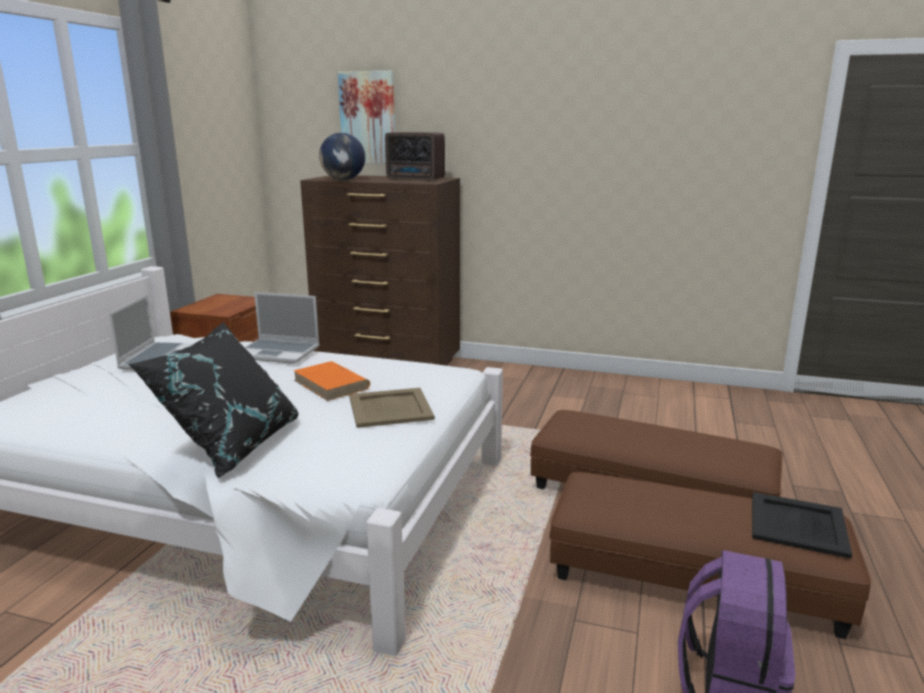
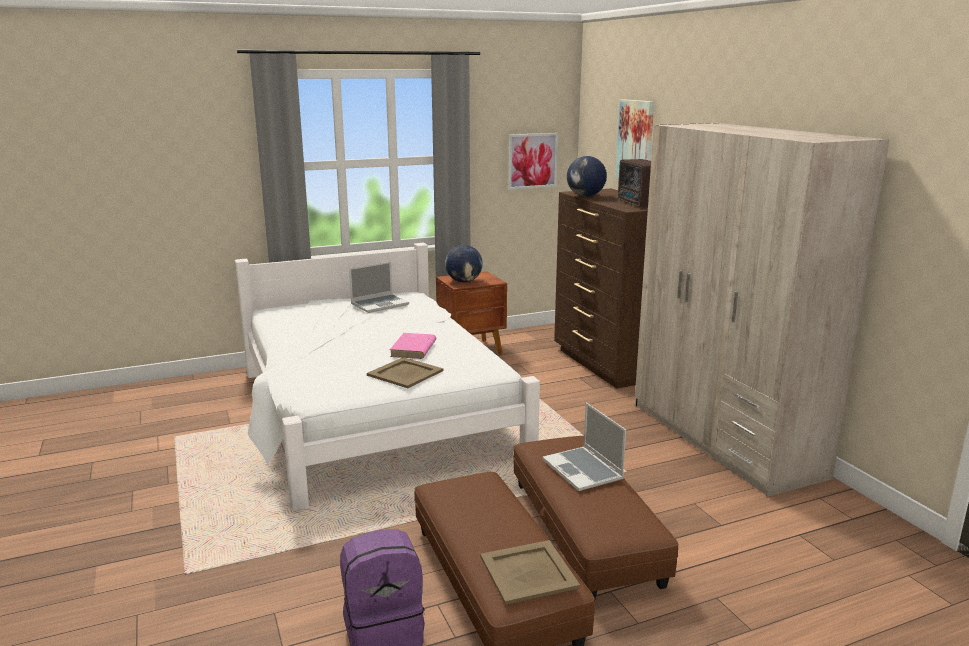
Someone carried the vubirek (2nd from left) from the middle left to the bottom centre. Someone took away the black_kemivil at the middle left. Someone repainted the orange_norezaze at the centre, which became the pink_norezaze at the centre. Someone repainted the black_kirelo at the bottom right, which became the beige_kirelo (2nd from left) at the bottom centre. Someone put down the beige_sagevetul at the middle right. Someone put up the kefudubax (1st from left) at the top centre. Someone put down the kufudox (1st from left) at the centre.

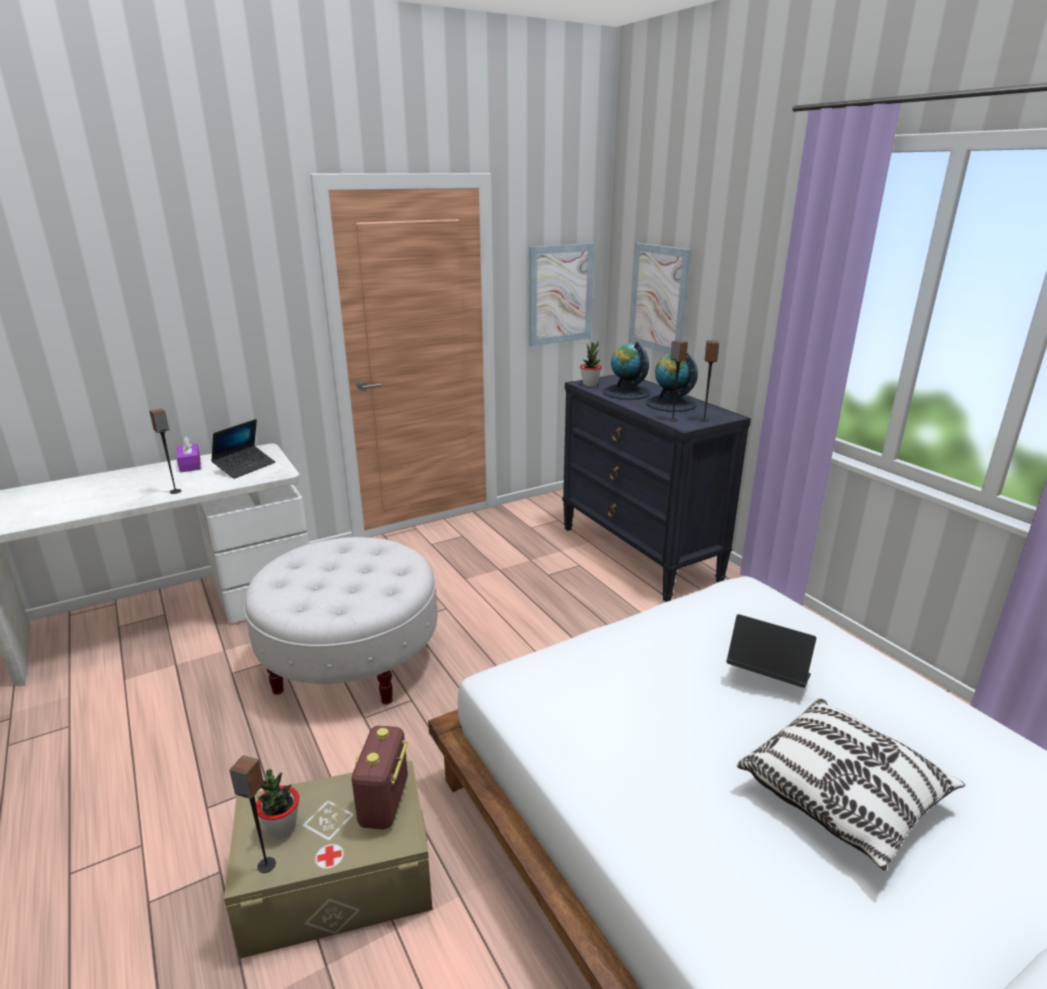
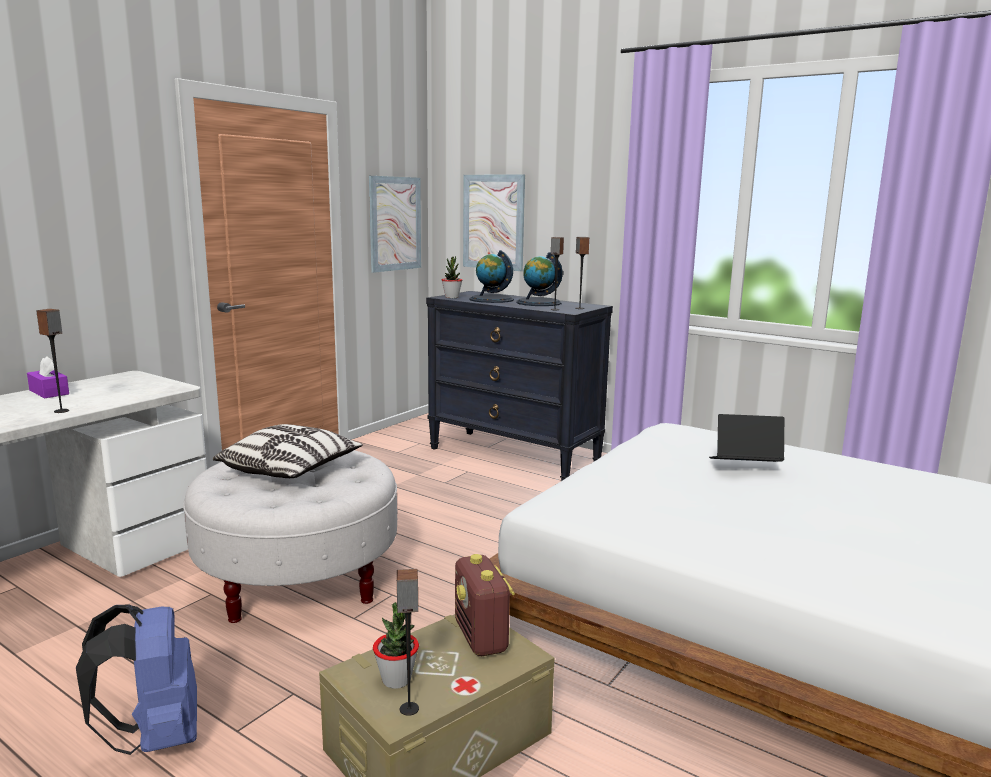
Someone took away the vubirek (1st from left) at the middle left. Someone carried the kemivil from the bottom right to the middle left. Someone put down the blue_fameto at the bottom left.

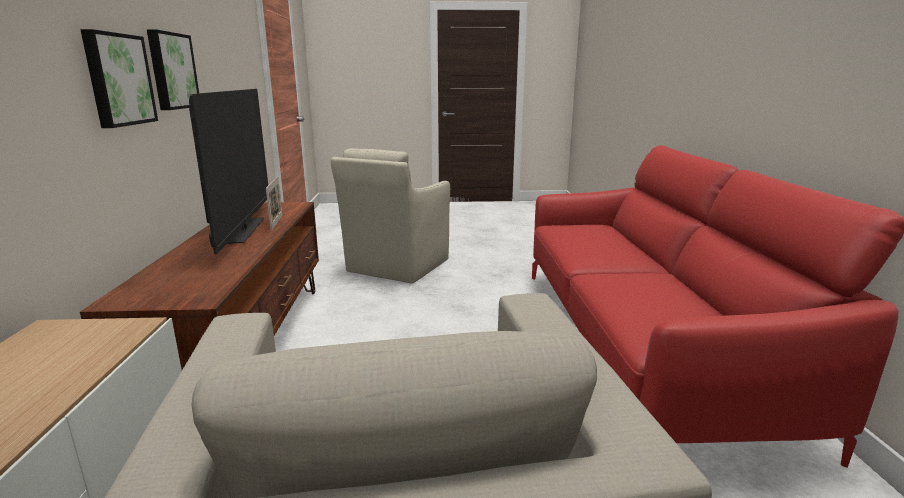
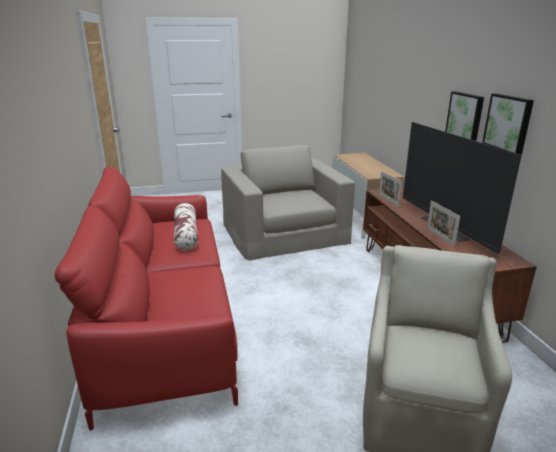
Someone put down the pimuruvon (1st from left) at the middle right. Someone put down the kemivil at the centre.

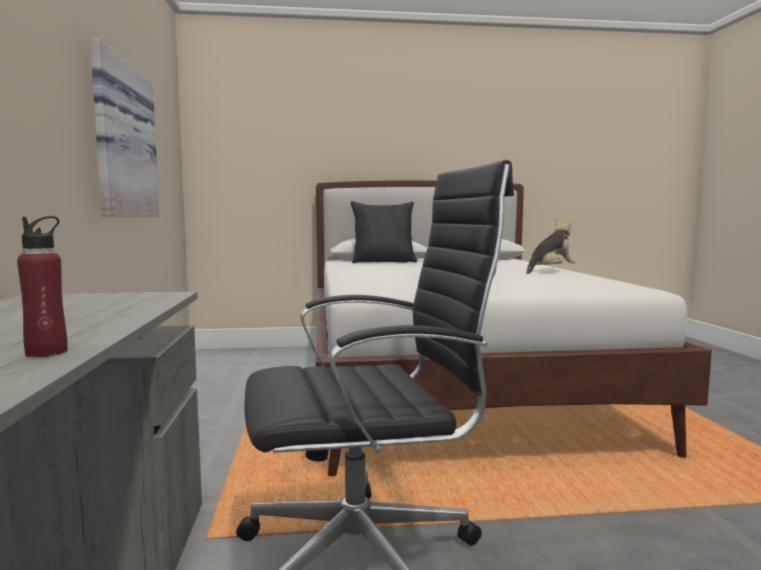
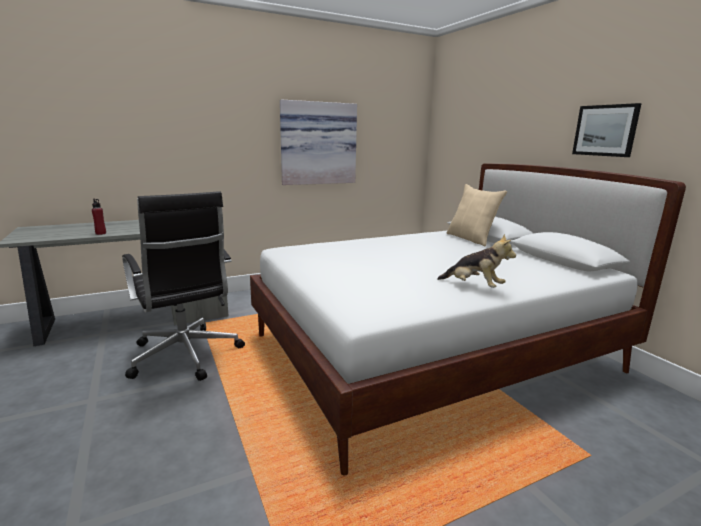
Someone repainted the black_kemivil at the centre, which became the beige_kemivil at the middle right. Someone put up the kefudubax (2nd from left) at the top right.

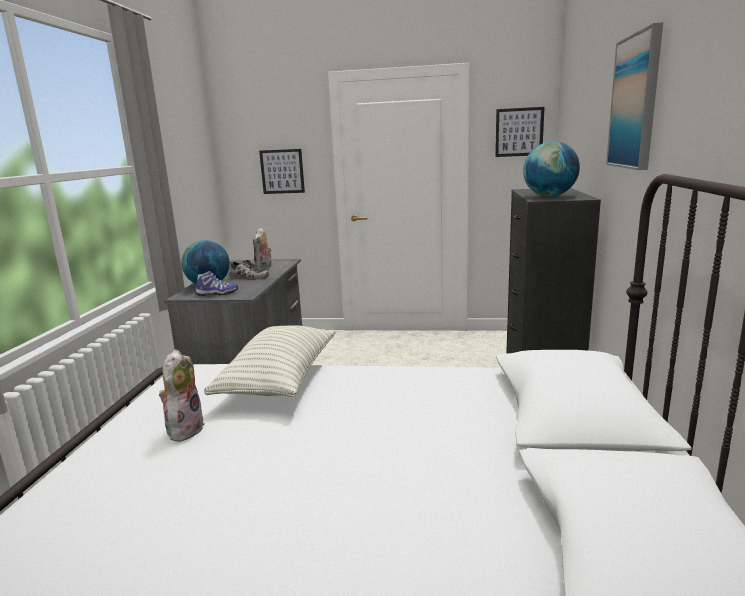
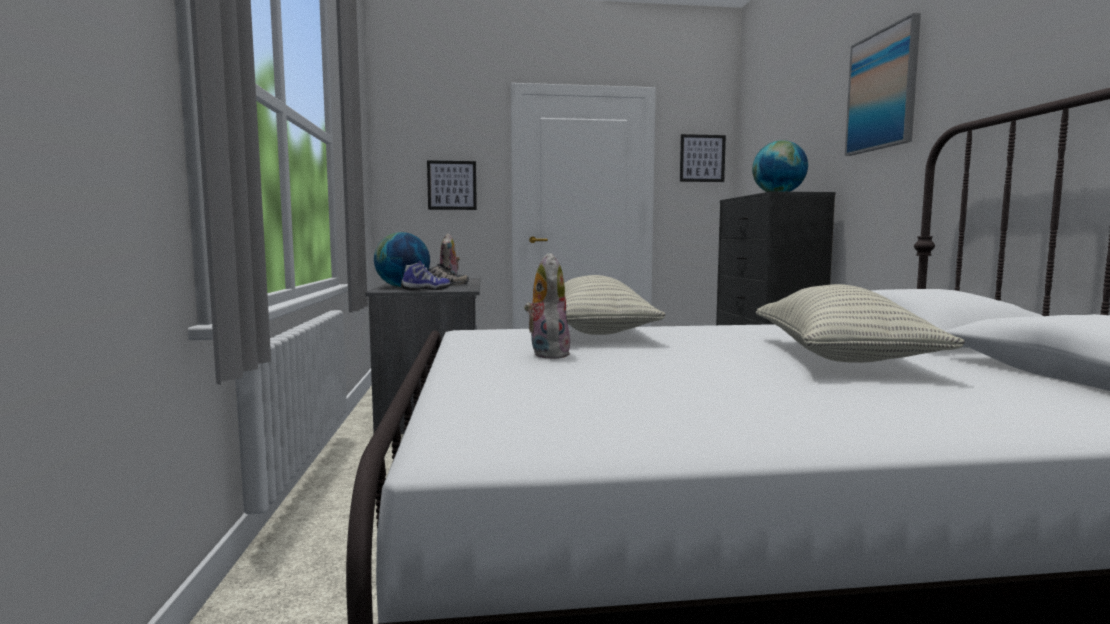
Someone put down the kemivil (2nd from left) at the middle right.

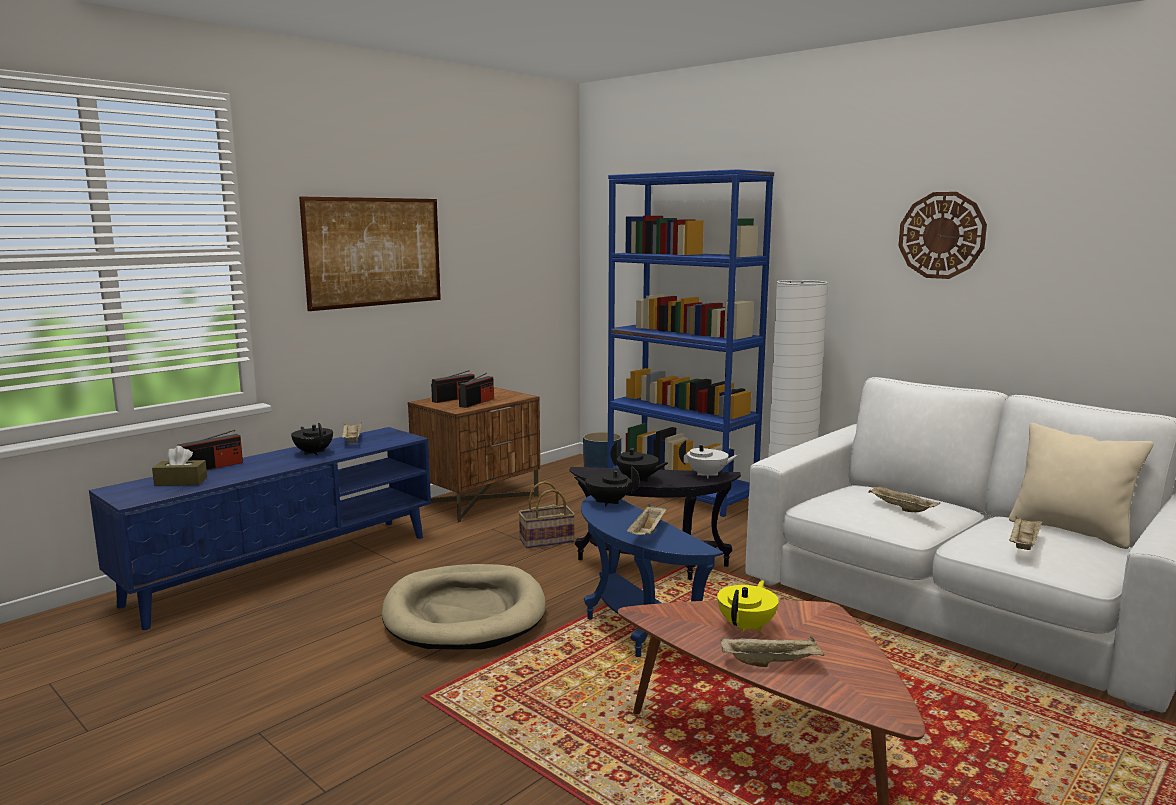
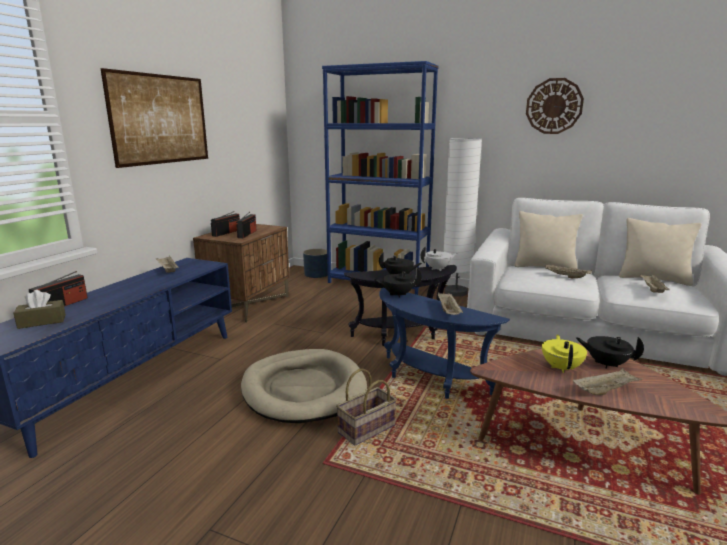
Someone carried the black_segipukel (1st from left in the first image) from the middle left to the middle right. Someone carried the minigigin from the centre to the bottom centre. Someone put down the beige_kemivil (1st from left) at the middle right.

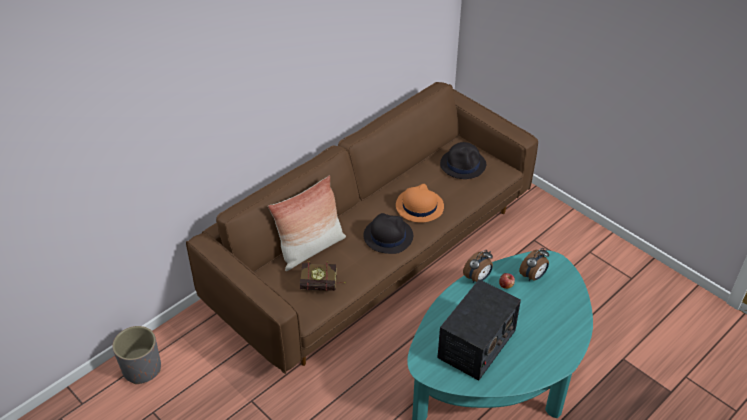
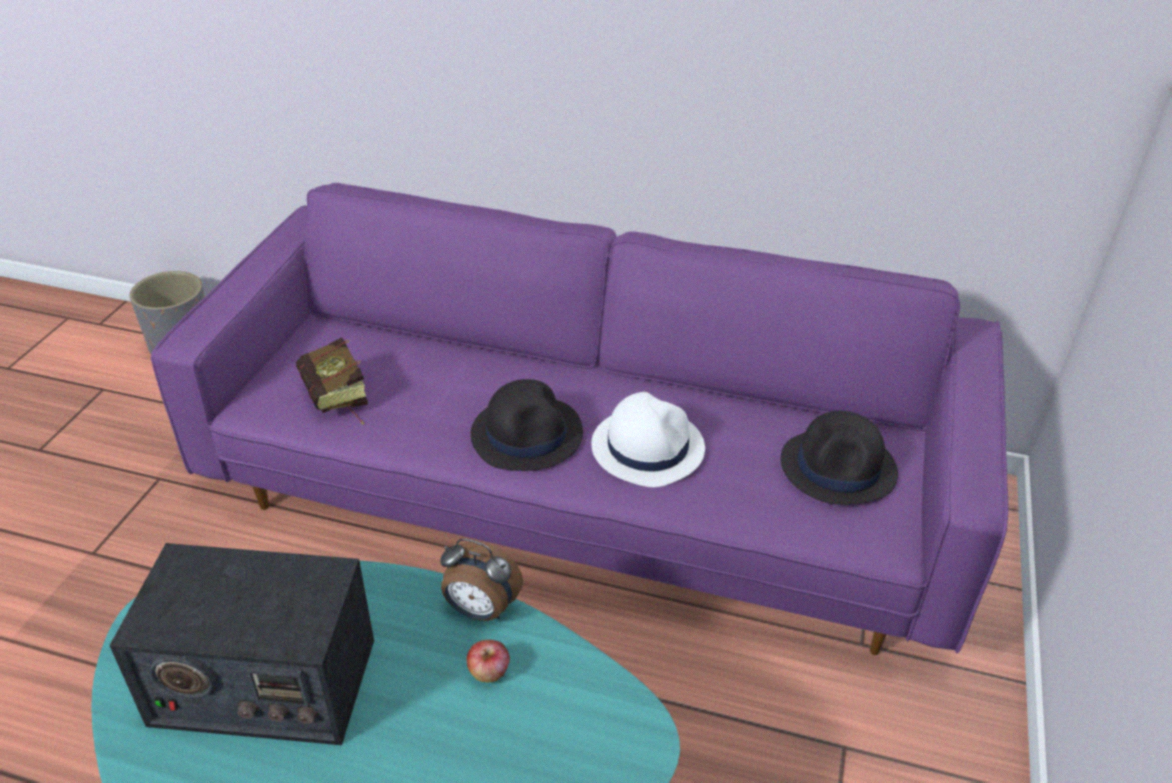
Someone repainted the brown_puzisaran at the centre, which became the purple_puzisaran at the centre. Someone took away the kemivil at the centre. Someone repainted the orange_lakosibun at the centre, which became the white_lakosibun at the centre. Someone took away the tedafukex (2nd from left) at the middle right.

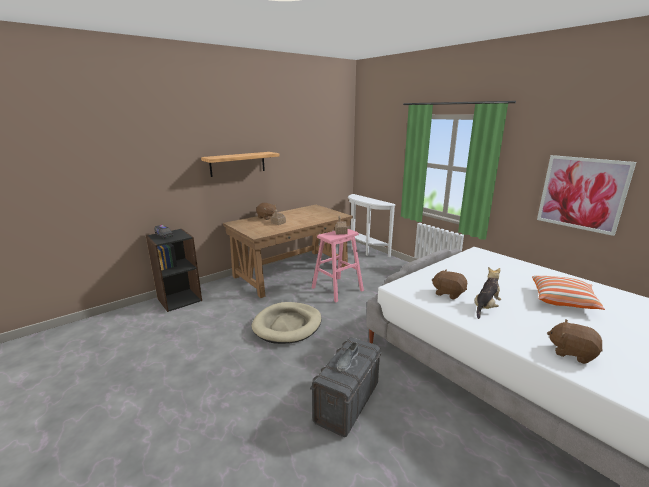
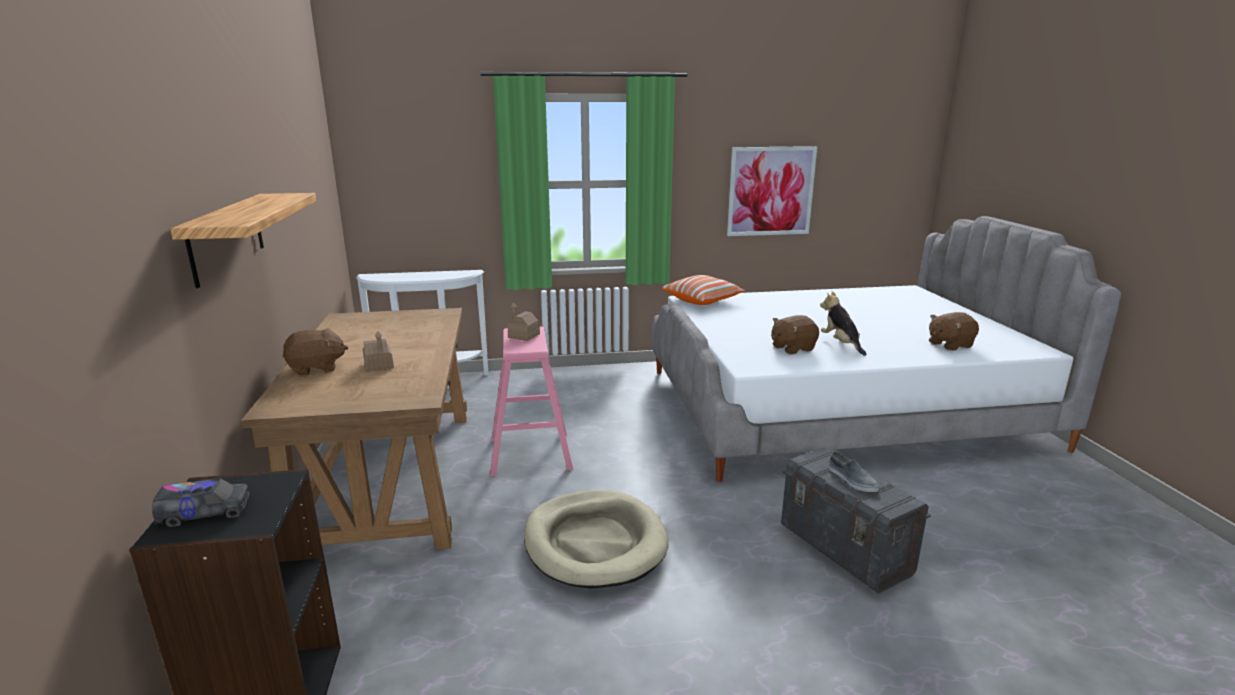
Someone carried the kemivil from the middle right to the centre.

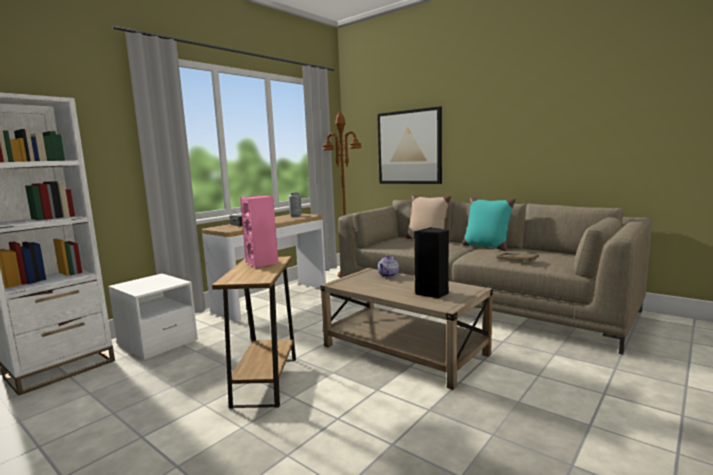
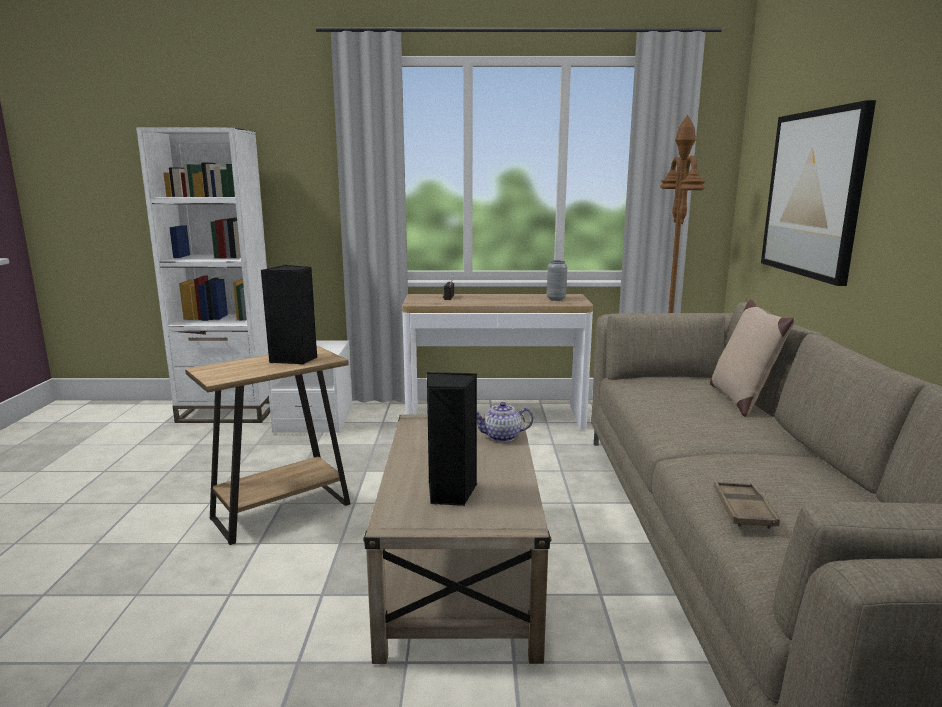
Someone repainted the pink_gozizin at the centre, which became the black_gozizin (1st from left) at the middle left. Someone took away the turquoise_kemivil at the middle right.

